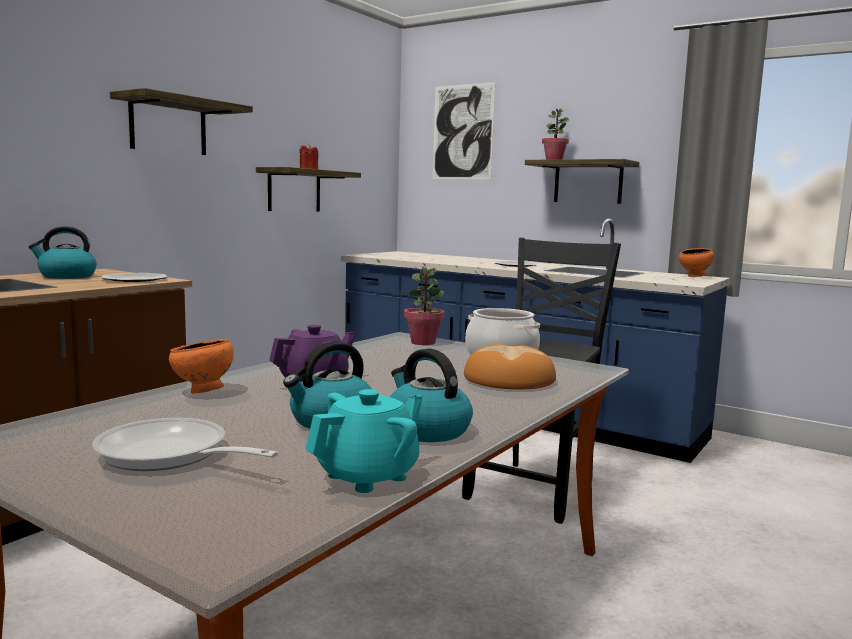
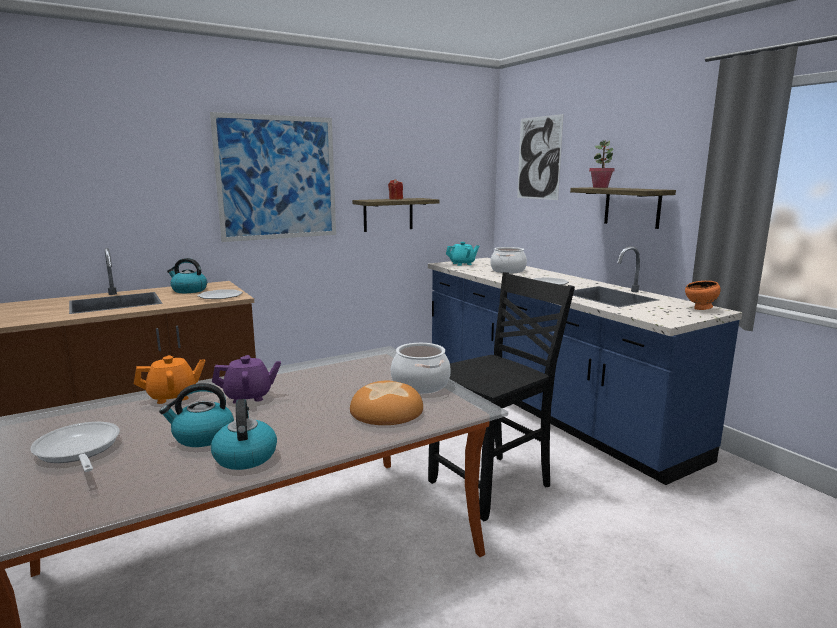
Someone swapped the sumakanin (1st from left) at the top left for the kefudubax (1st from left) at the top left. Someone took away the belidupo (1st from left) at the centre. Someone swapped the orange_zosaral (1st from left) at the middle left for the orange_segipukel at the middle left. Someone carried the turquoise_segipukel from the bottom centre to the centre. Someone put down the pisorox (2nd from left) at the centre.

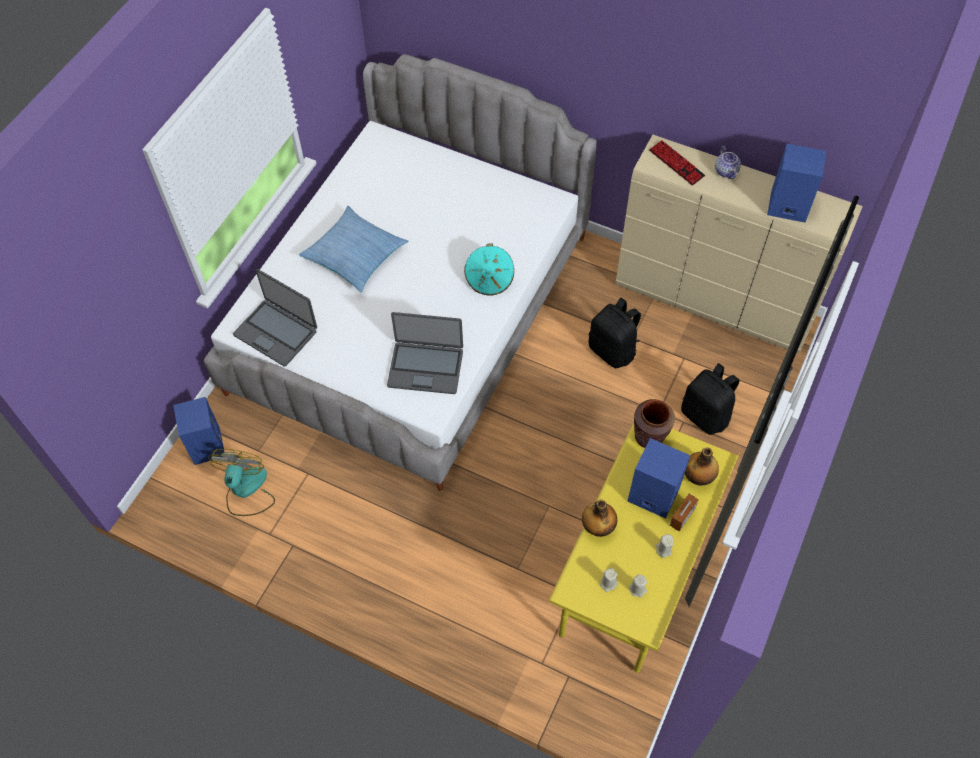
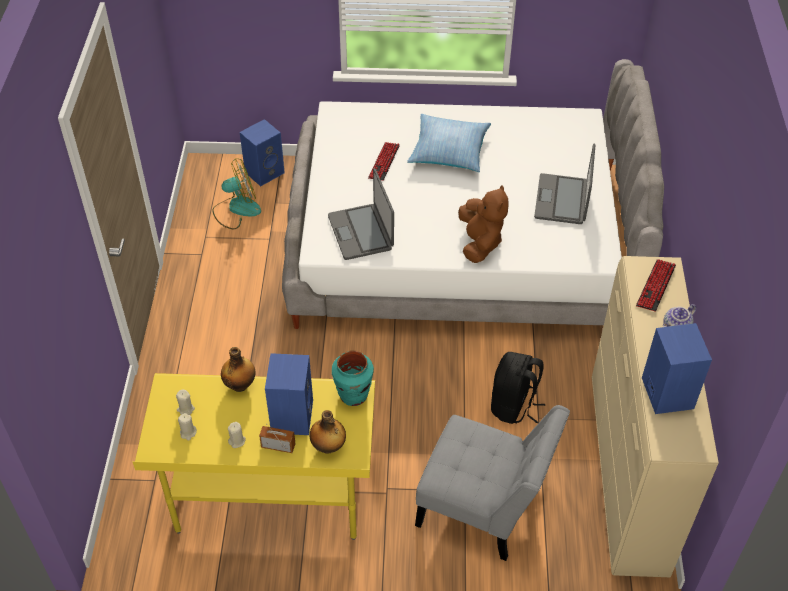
Someone swapped the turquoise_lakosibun at the centre for the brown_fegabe at the centre. Someone carried the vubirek (1st from left in the first image) from the middle left to the top right. Someone swapped the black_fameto (2nd from left) at the middle right for the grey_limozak at the bottom centre. Someone repainted the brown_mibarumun at the middle right, which became the turquoise_mibarumun at the centre. Someone put down the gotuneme (1st from left) at the top centre.

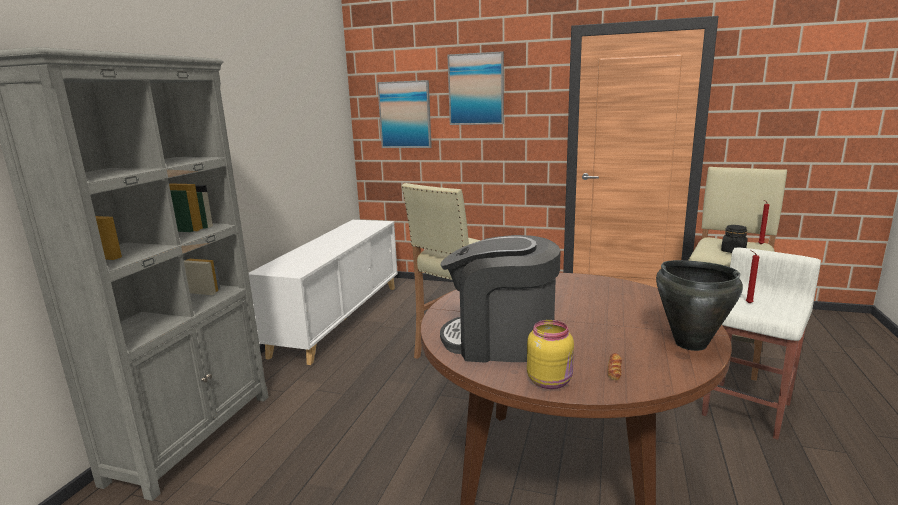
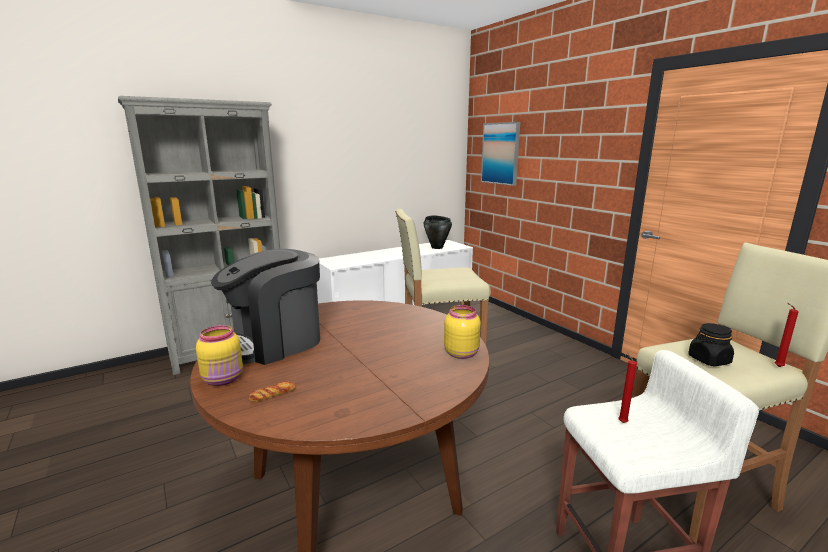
Someone took away the kefudubax (2nd from left) at the top centre. Someone rotated the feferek at the centre by 90 degrees counterclockwise. Someone carried the black_pisorox from the middle right to the centre. Someone put down the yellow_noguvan (2nd from left) at the centre.

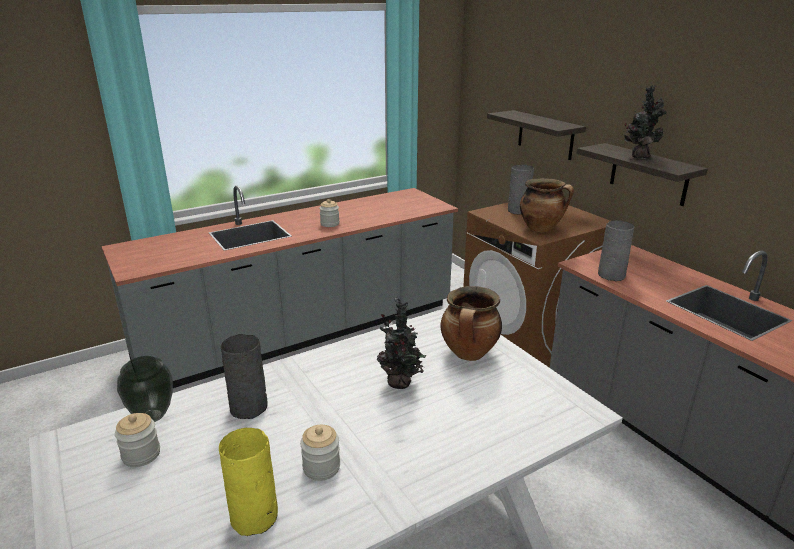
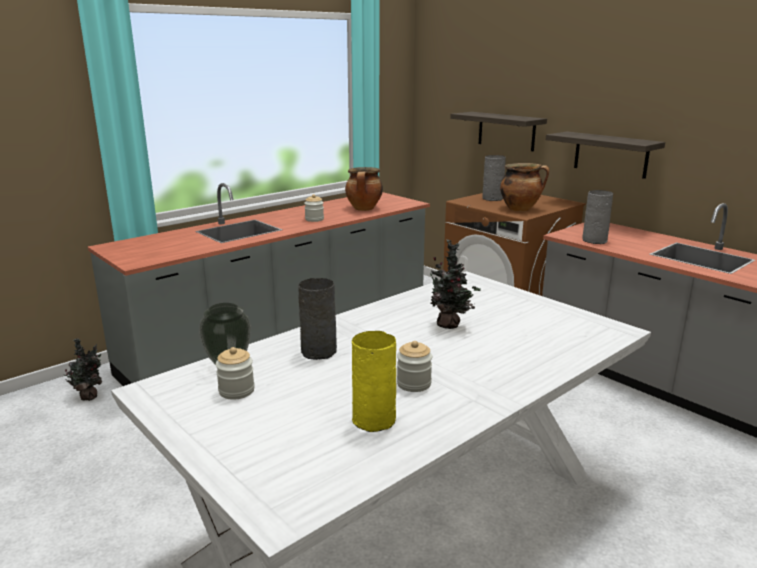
Someone carried the belidupo (2nd from left in the first image) from the top right to the middle left. Someone carried the pisorox (1st from left) from the centre to the top centre.

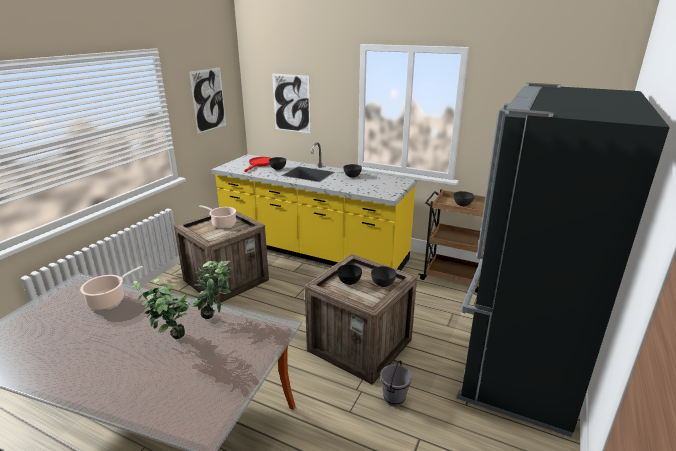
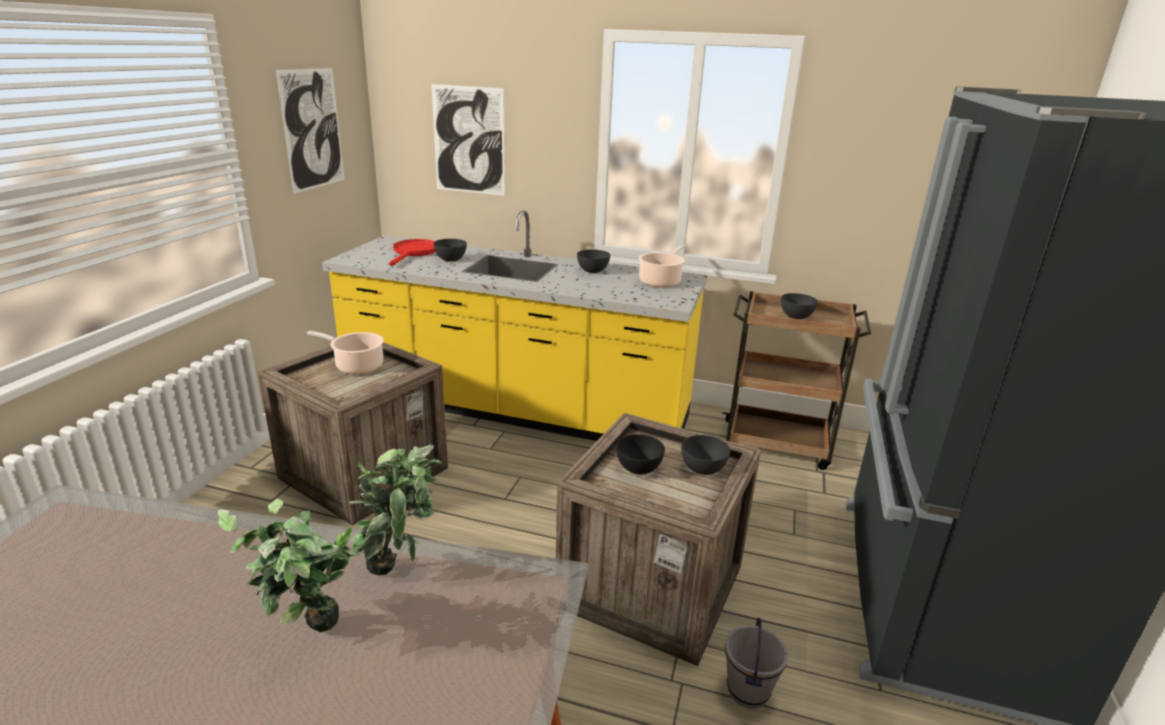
Someone carried the pisorox (1st from left in the first image) from the middle left to the centre.

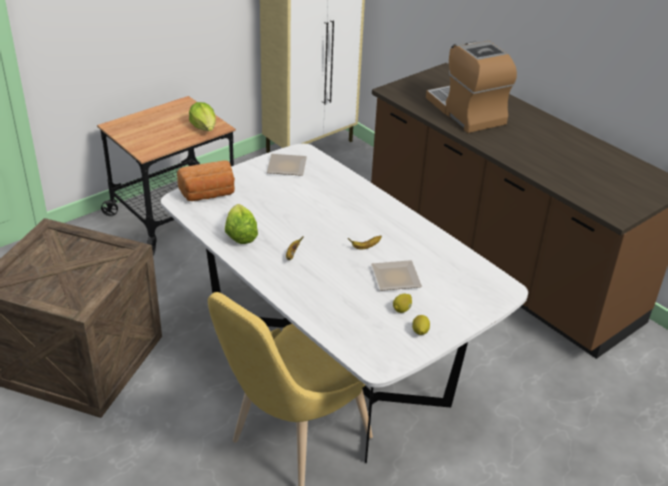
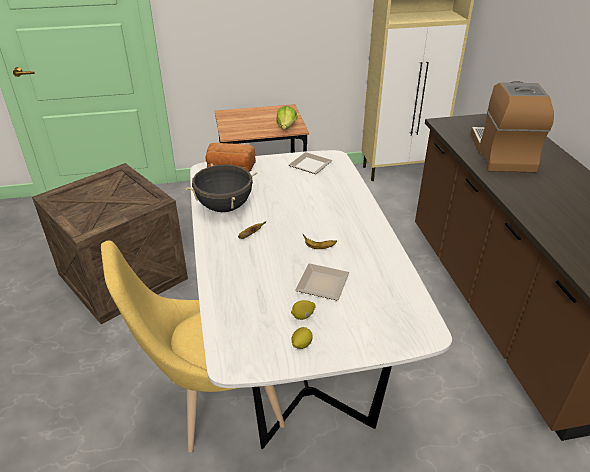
Someone swapped the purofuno (2nd from left) at the centre for the black_pisorox at the centre.

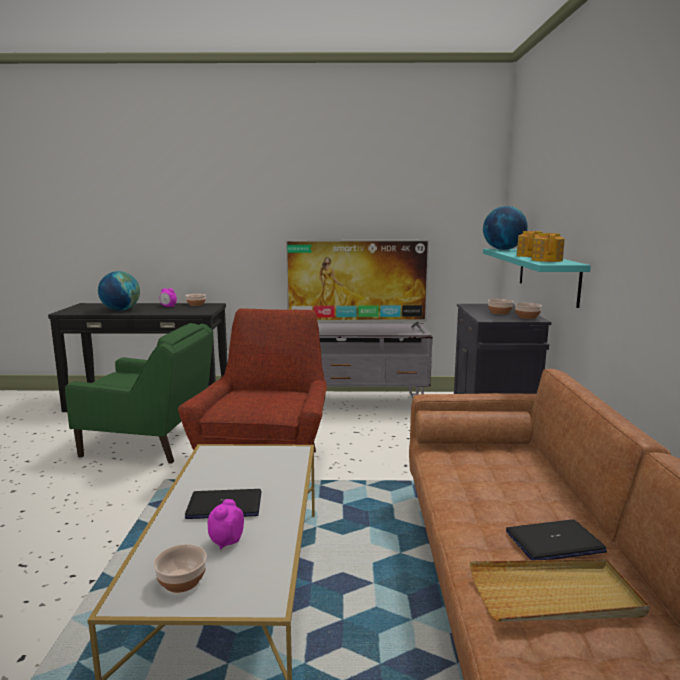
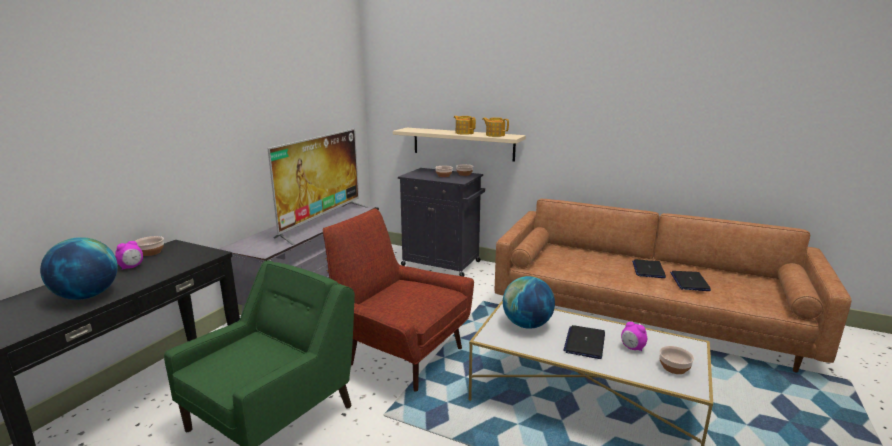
Someone carried the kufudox (2nd from left) from the middle right to the bottom centre. Someone repainted the turquoise_sumakanin at the middle right, which became the beige_sumakanin at the top centre. Someone swapped the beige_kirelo at the bottom right for the vubirek (3rd from left) at the middle right.

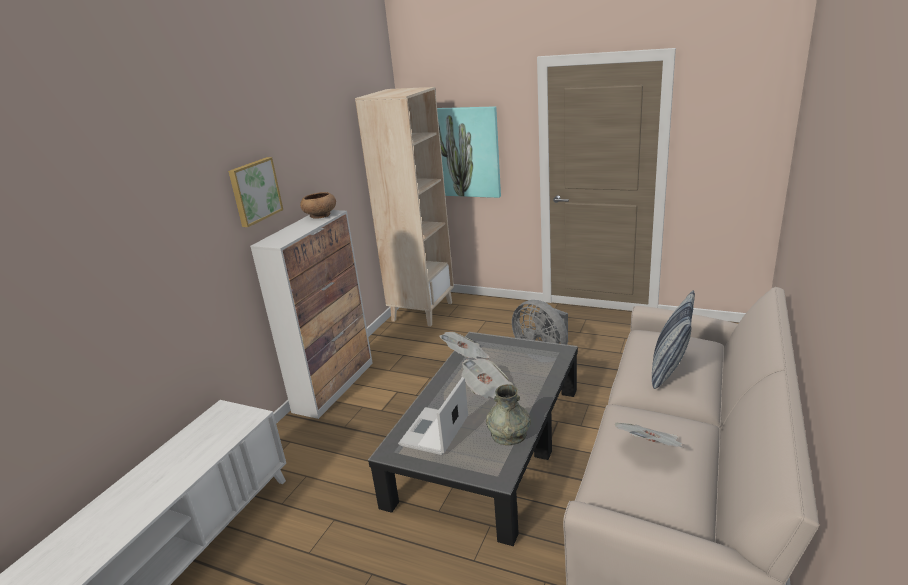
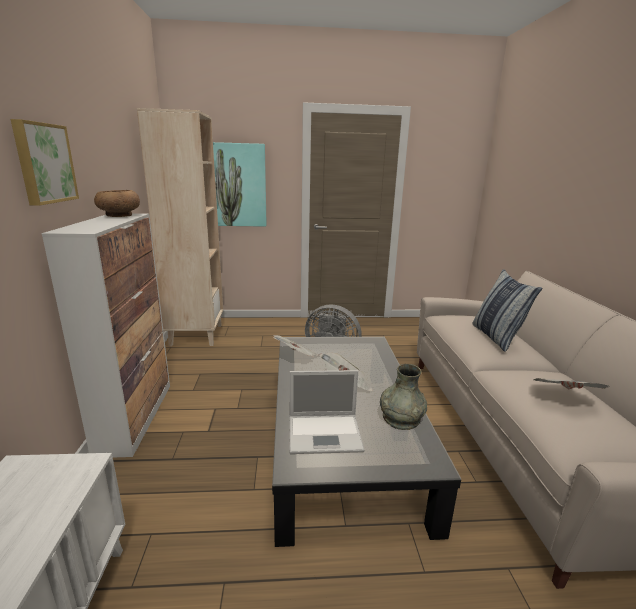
Someone rotated the vubirek at the bottom centre by 90 degrees counterclockwise.

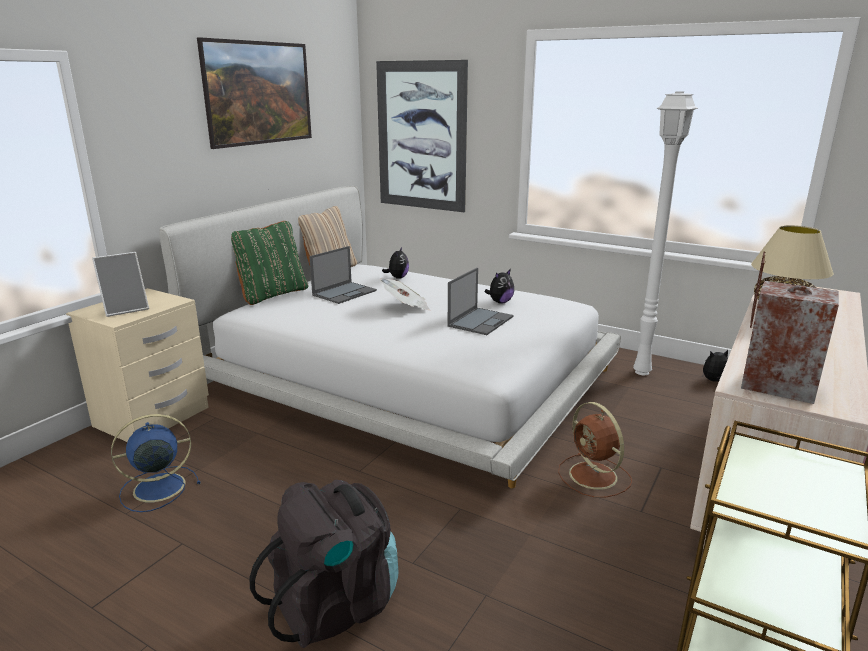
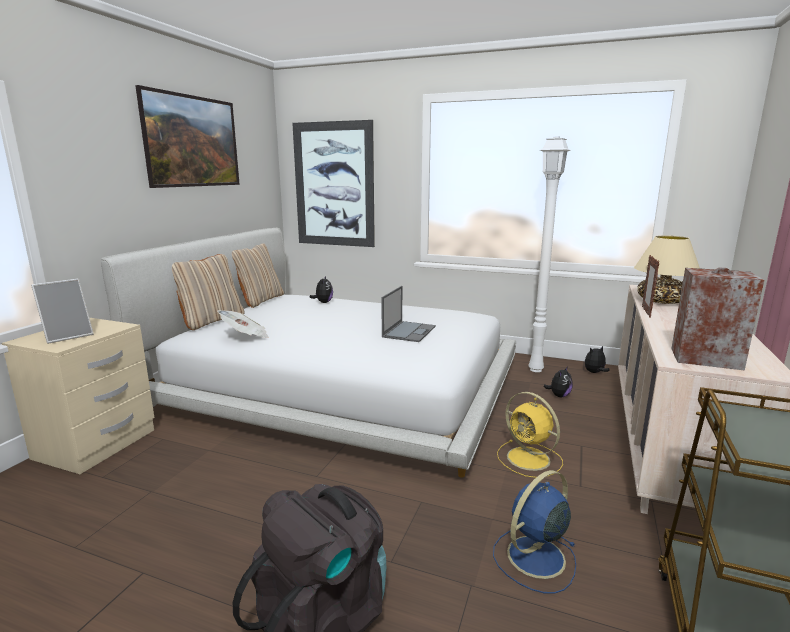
Someone repainted the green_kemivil at the middle left, which became the beige_kemivil (1st from left) at the middle left. Someone took away the vubirek (1st from left) at the centre. Someone carried the fegabe (2nd from left) from the centre to the middle right. Someone carried the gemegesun from the centre to the middle left. Someone repainted the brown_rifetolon at the bottom right, which became the yellow_rifetolon at the bottom right. Someone carried the blue_rifetolon from the bottom left to the bottom right.

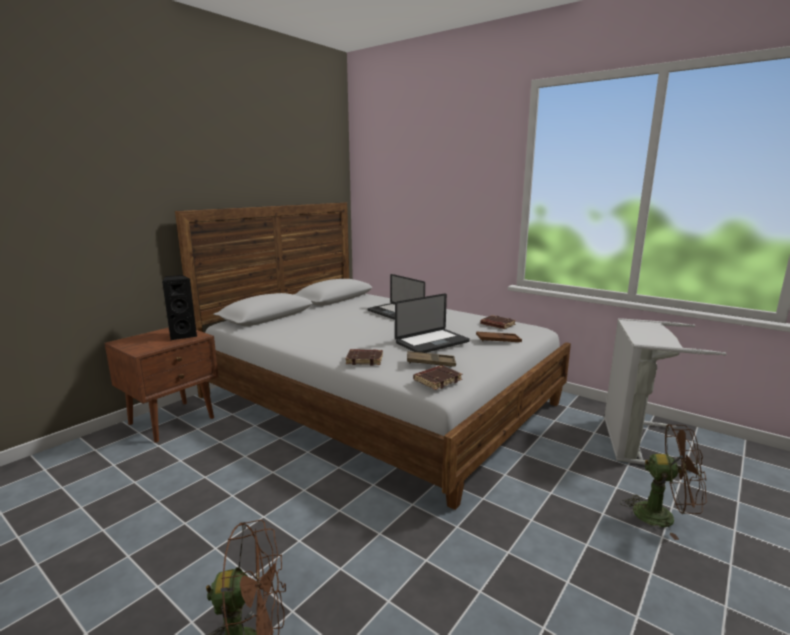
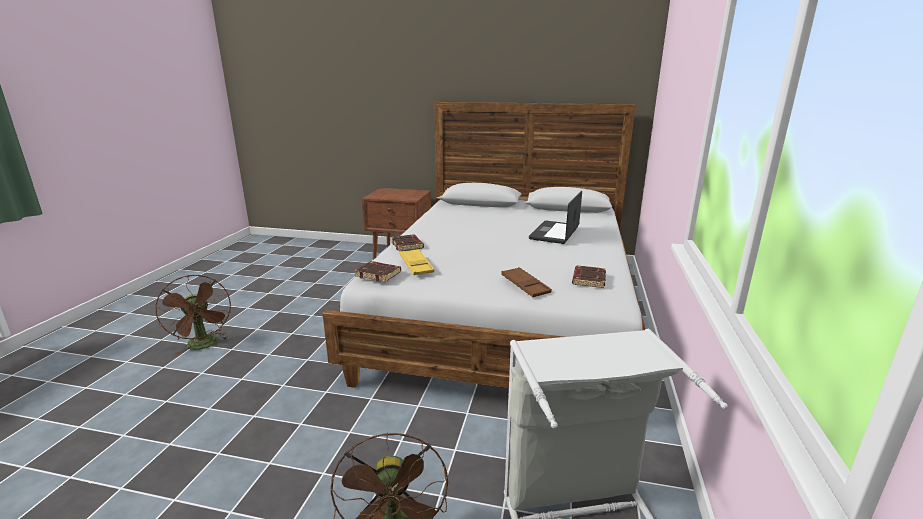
Someone took away the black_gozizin at the middle left. Someone took away the vubirek (2nd from left) at the centre. Someone repainted the brown_kirelo (1st from left) at the centre, which became the yellow_kirelo at the centre.

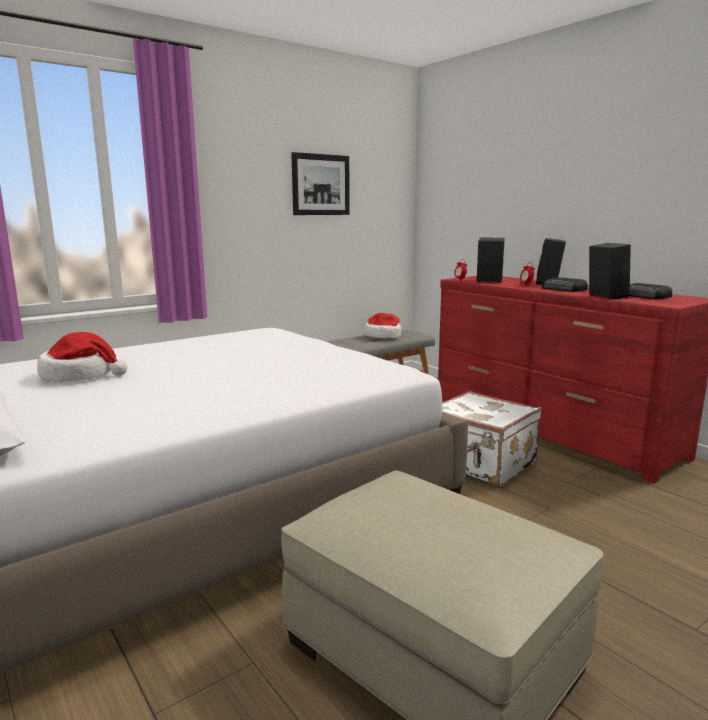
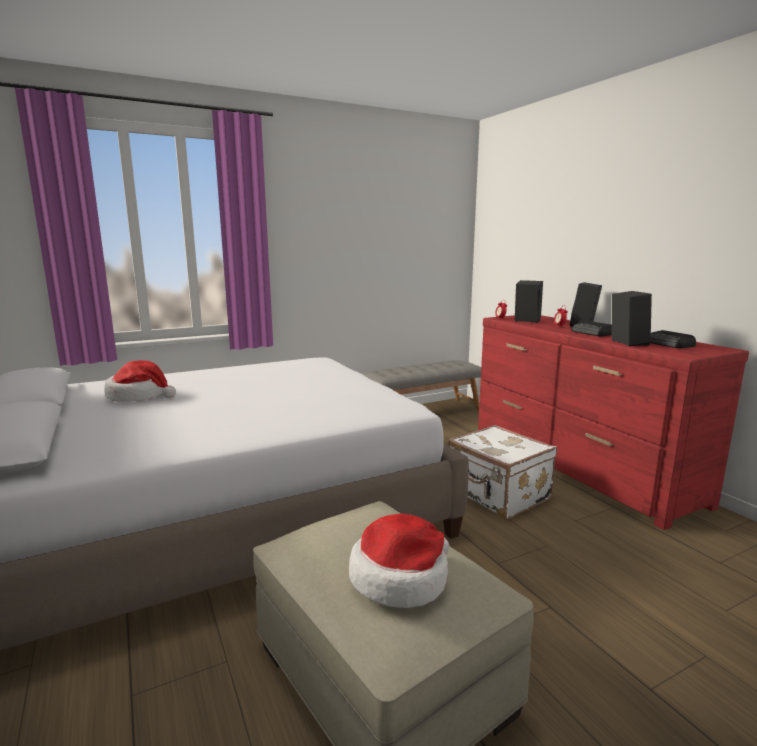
Someone took away the kefudubax at the top centre. Someone carried the lakosibun (2nd from left) from the centre to the bottom centre.

